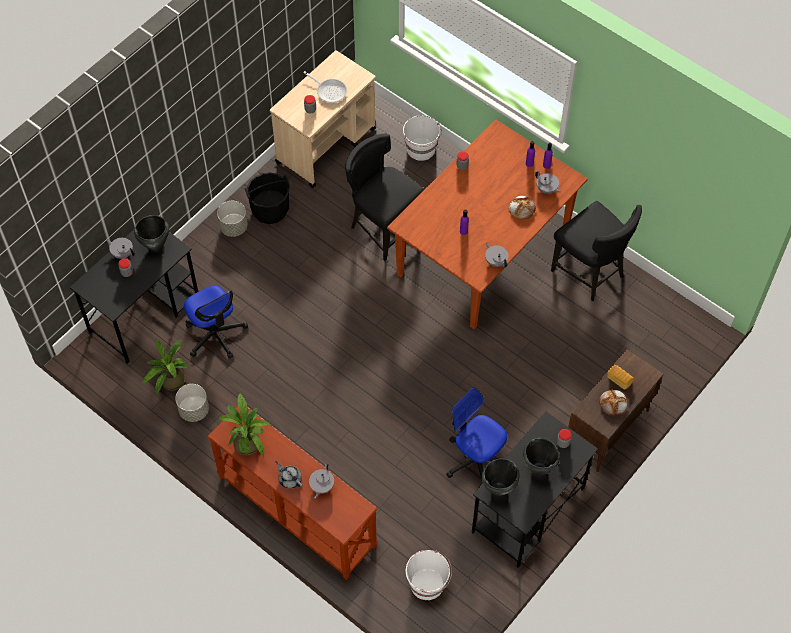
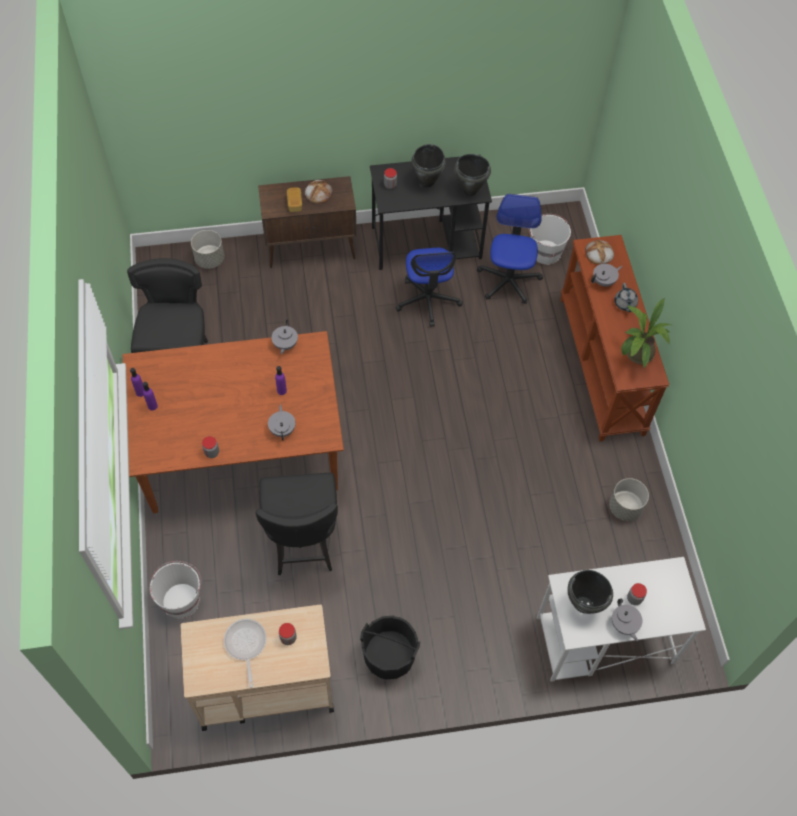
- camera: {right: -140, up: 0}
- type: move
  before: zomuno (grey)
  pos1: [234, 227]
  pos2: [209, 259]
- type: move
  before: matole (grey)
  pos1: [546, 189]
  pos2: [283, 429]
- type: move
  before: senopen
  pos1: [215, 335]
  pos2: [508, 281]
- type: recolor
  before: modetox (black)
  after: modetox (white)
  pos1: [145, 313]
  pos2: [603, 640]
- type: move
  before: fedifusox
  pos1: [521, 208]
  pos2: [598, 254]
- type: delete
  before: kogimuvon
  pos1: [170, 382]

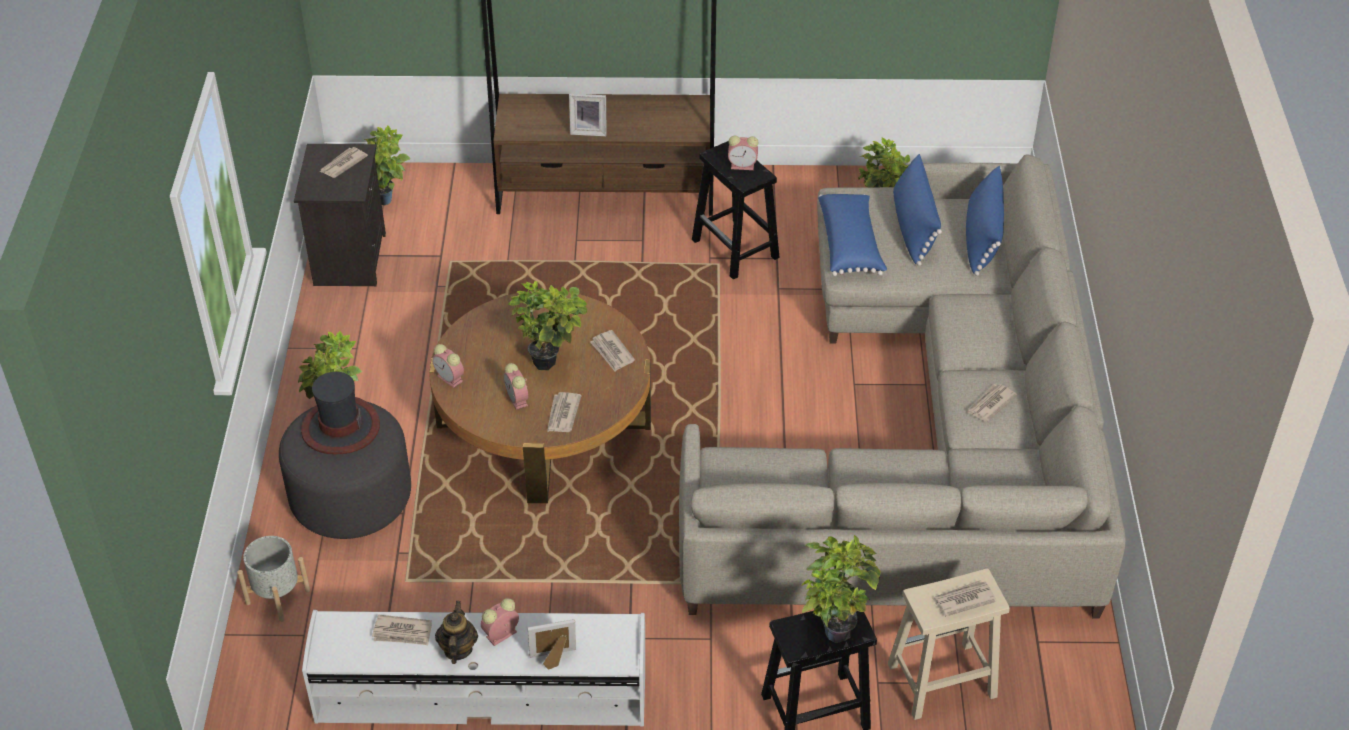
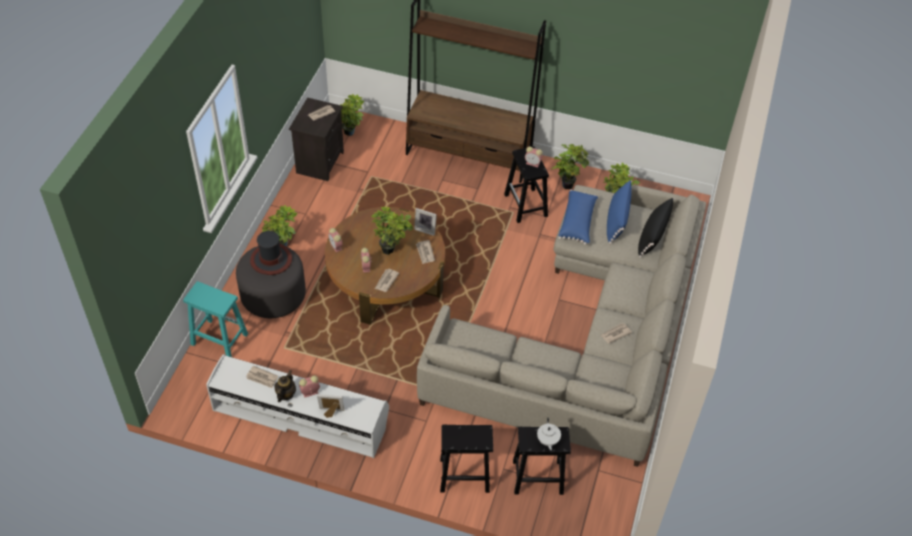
- camera: {right: 15, up: 5}
- type: replace
  before: zomuno (grey)
  after: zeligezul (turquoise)
  pos1: [278, 597]
  pos2: [218, 339]
- type: move
  before: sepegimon
  pos1: [589, 130]
  pos2: [426, 229]
- type: recolor
  before: zeligezul (beige)
  after: zeligezul (black)
  pos1: [940, 681]
  pos2: [537, 477]
- type: replace
  before: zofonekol
  after: matole (white)
  pos1: [963, 600]
  pos2: [547, 440]
- type: move
  before: kogimuvon
  pos1: [834, 626]
  pos2: [567, 183]
- type: recolor
  before: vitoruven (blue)
  after: vitoruven (black)
  pos1: [982, 237]
  pos2: [652, 235]

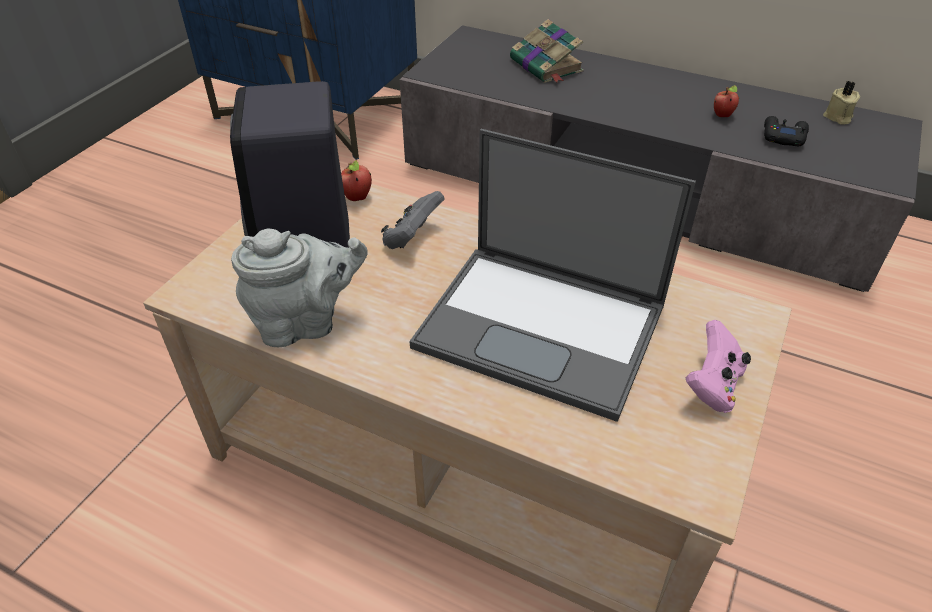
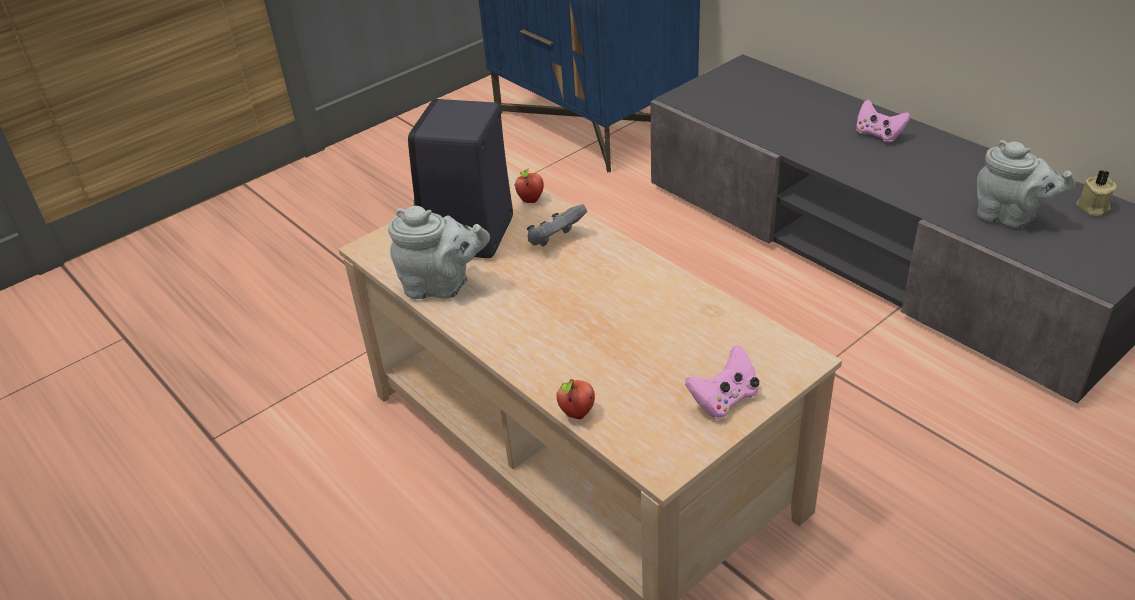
- camera: {right: 25, up: -5}
- type: move
  before: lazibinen
  pos1: [723, 116]
  pos2: [577, 415]
- type: insert
  after: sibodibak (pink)
  pos2: [878, 134]
- type: replace
  before: sibodibak (black)
  after: matole (grey)
  pos1: [783, 136]
  pos2: [1010, 217]
- type: delete
  before: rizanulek
  pos1: [544, 326]
- type: delete
  before: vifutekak
  pos1: [547, 66]

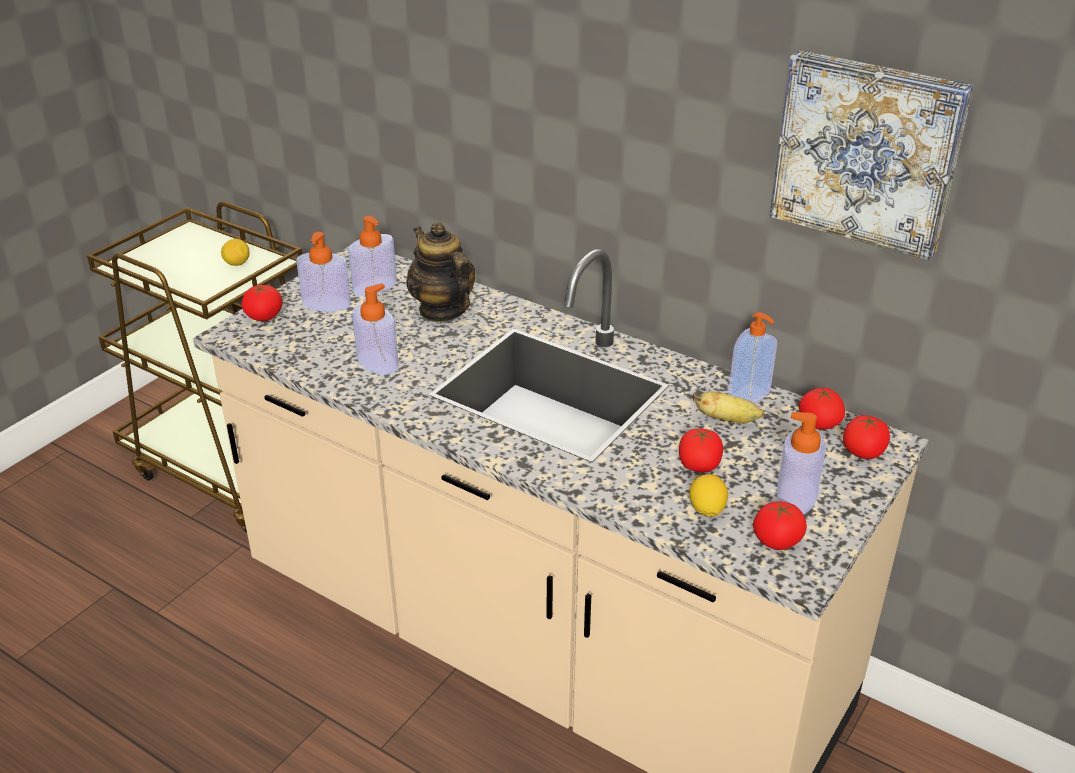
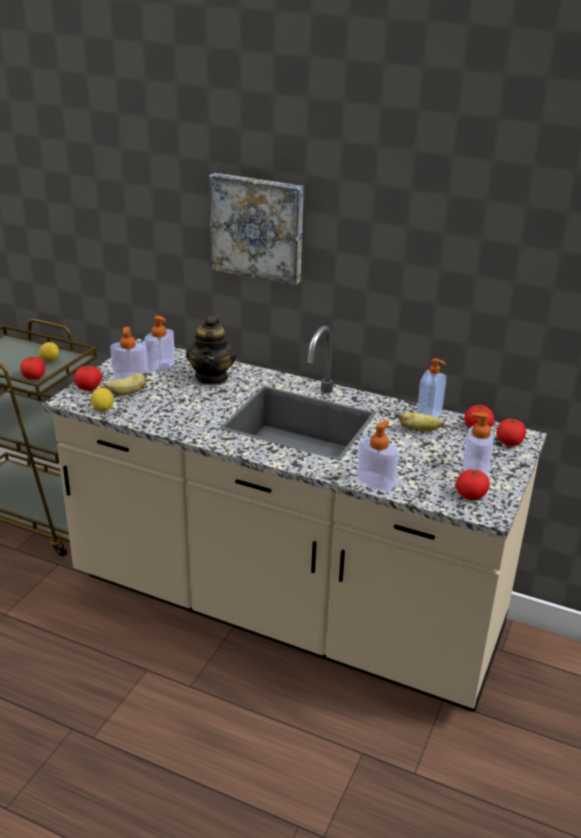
- camera: {right: -10, up: -5}
- type: move
  before: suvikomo
  pos1: [699, 465]
  pos2: [34, 377]
- type: move
  before: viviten
  pos1: [707, 510]
  pos2: [103, 409]
- type: insert
  after: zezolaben
  pos2: [127, 393]
- type: rotate
  before: matole
  pos1: [442, 310]
  pos2: [212, 377]
  turn: -135
- type: move
  before: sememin
  pos1: [868, 151]
  pos2: [258, 227]
- type: move
  before: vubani
  pos1: [377, 362]
  pos2: [375, 481]

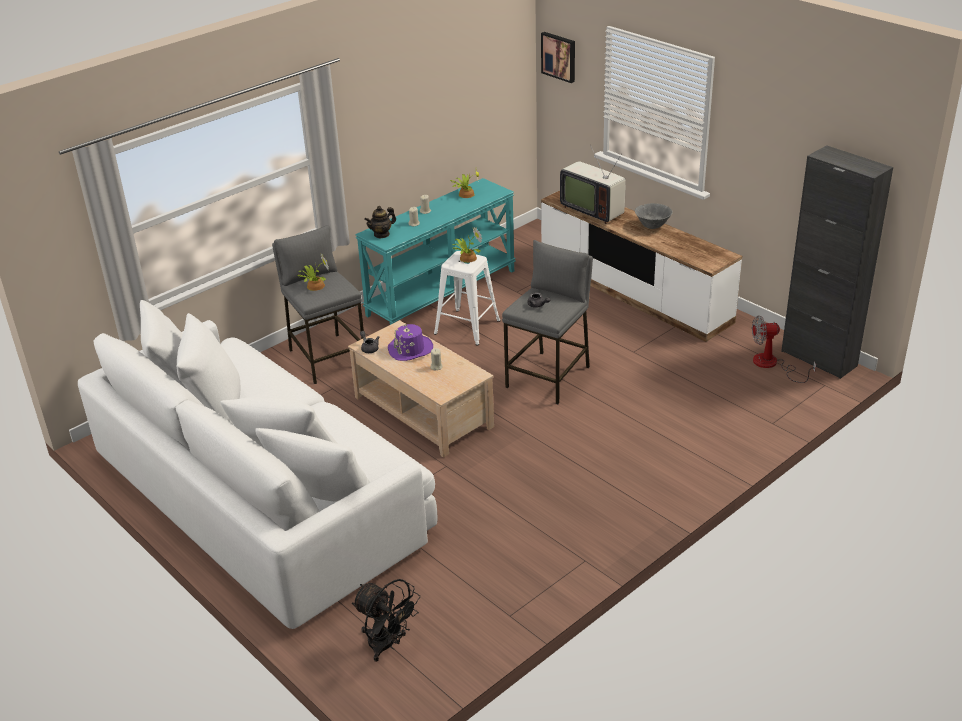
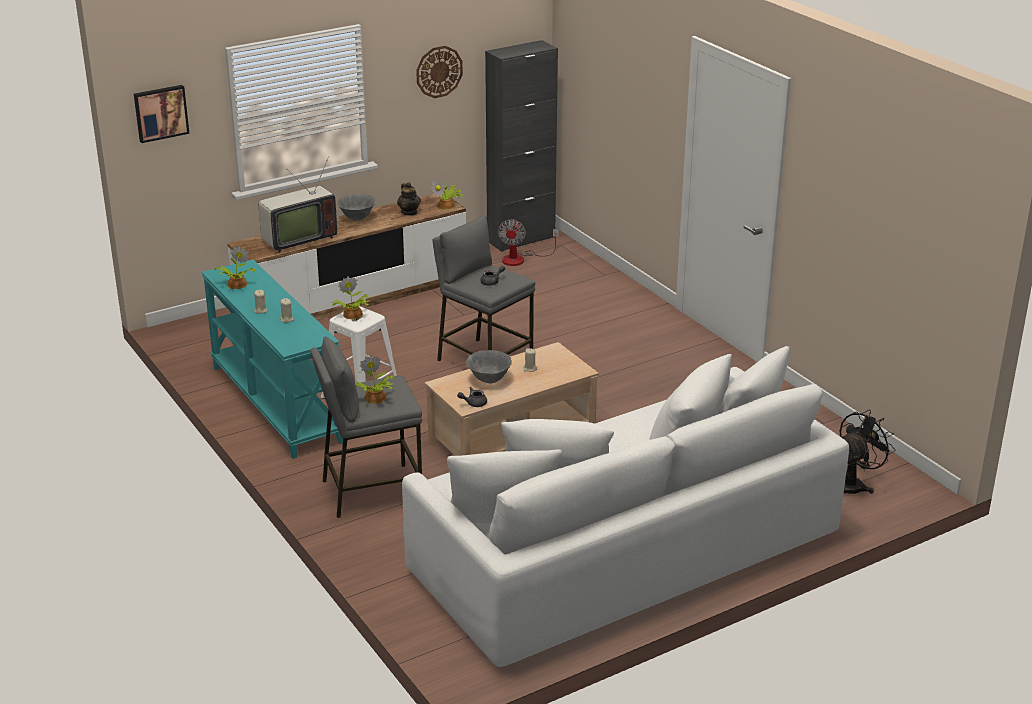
- camera: {right: -80, up: -5}
- type: move
  before: matole
  pos1: [381, 234]
  pos2: [409, 212]
- type: insert
  after: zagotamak
  pos2: [439, 71]
- type: insert
  after: kogimuvon
  pos2: [447, 205]
- type: replace
  before: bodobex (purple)
  after: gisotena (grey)
  pos1: [410, 349]
  pos2: [489, 380]

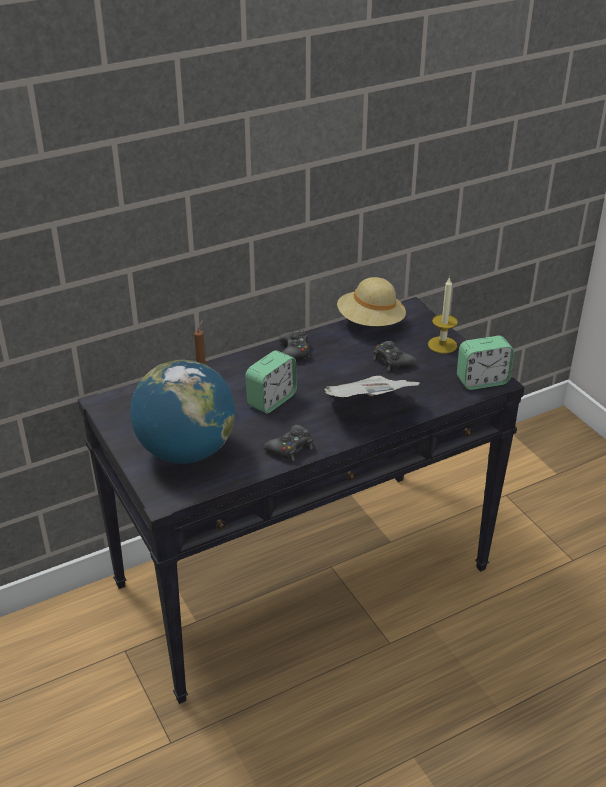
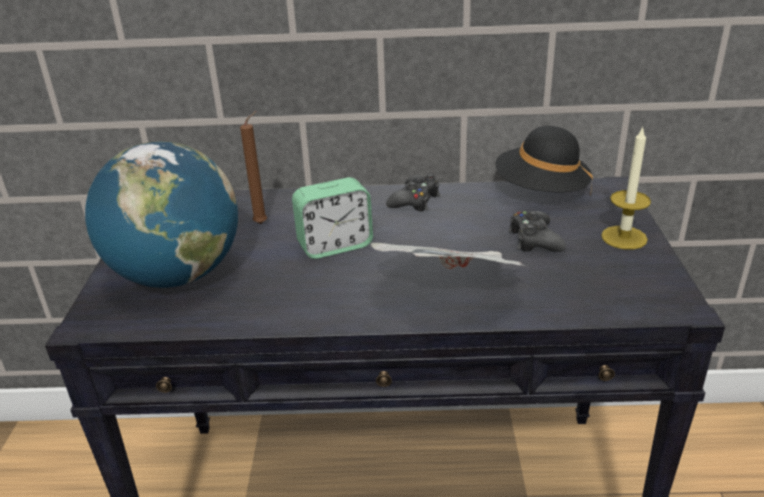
- camera: {right: 30, up: -5}
- type: recolor
  before: bodobex (beige)
  after: bodobex (black)
  pos1: [370, 323]
  pos2: [541, 191]
- type: delete
  before: sibodibak (black)
  pos1: [290, 448]
- type: delete
  before: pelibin
  pos1: [482, 381]

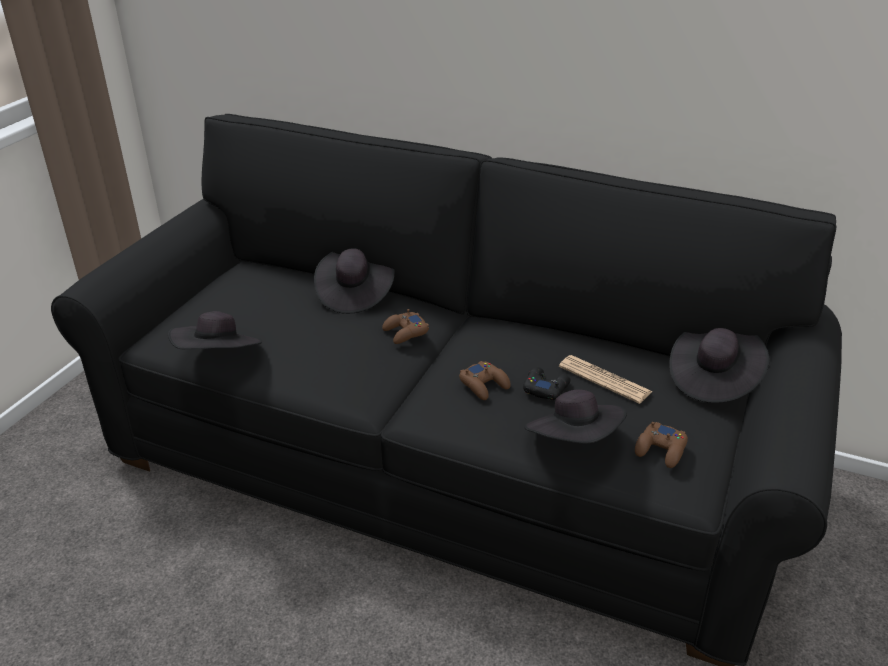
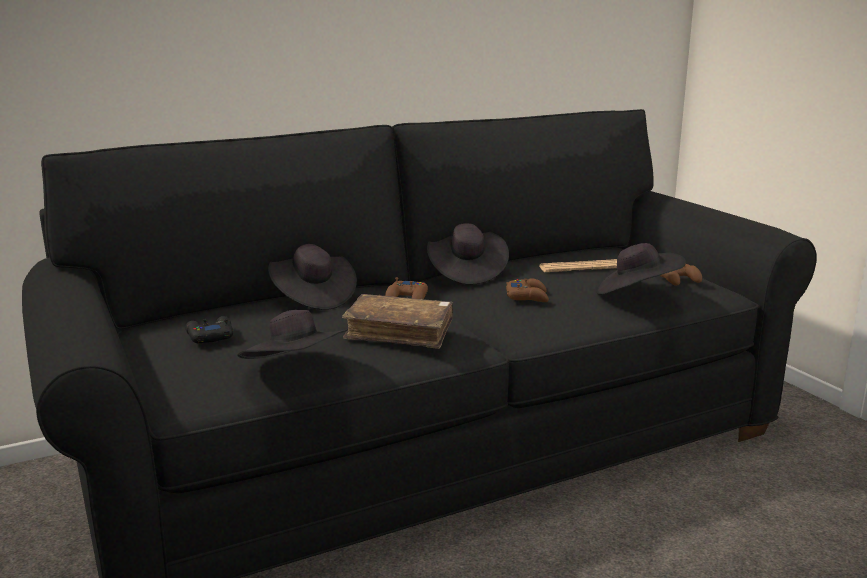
- camera: {right: -50, up: -15}
- type: move
  before: sibodibak (black)
  pos1: [545, 388]
  pos2: [209, 336]
- type: insert
  after: vifutekak (brown)
  pos2: [399, 332]
- type: move
  before: bodobex (black)
  pos1: [713, 379]
  pos2: [466, 272]

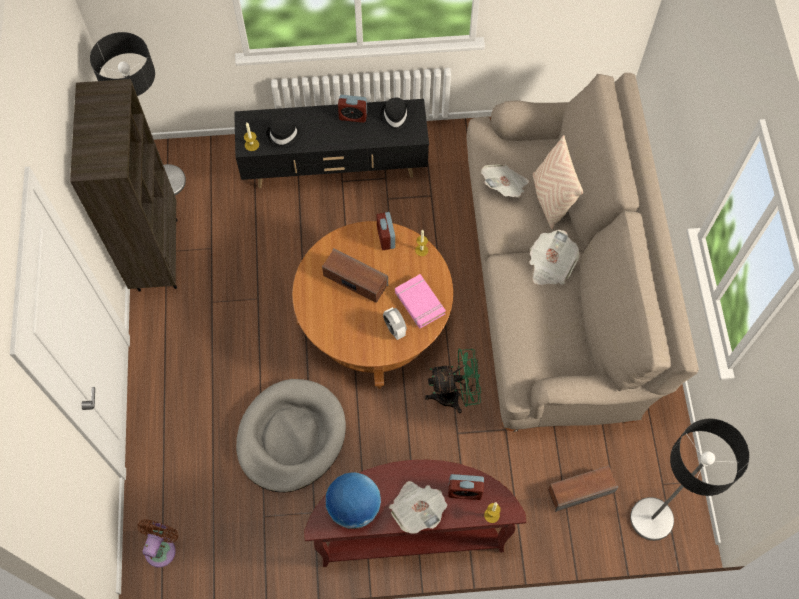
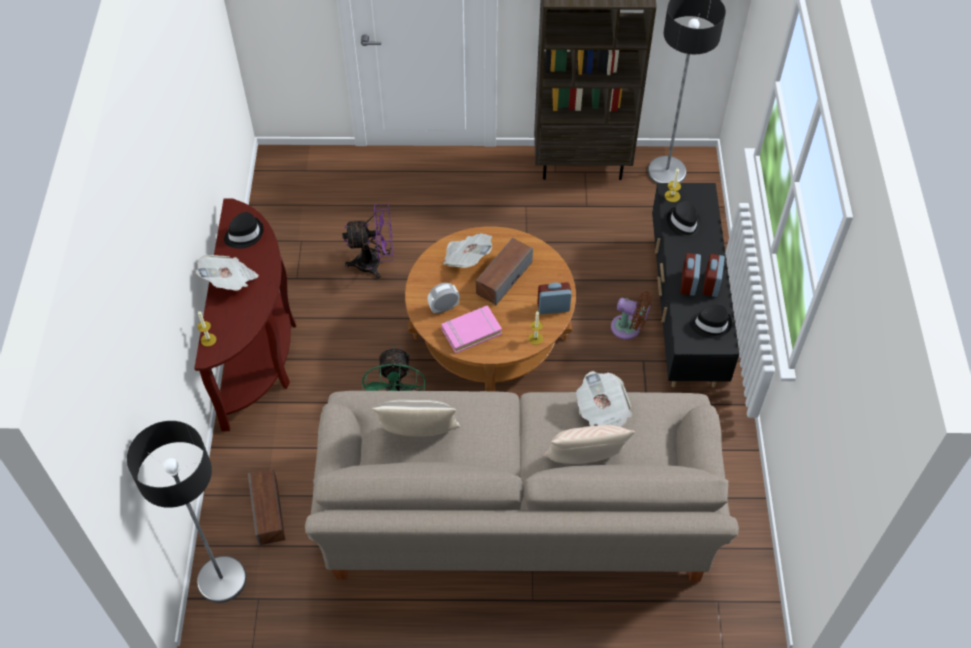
- camera: {right: 95, up: -10}
- type: replace
  before: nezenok
  after: bodobex (black)
  pos1: [354, 507]
  pos2: [244, 234]
- type: replace
  before: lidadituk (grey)
  after: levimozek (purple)
  pos1: [291, 436]
  pos2: [375, 263]
- type: insert
  after: vitoruven
  pos2: [419, 434]
- type: move
  before: zofonekol
  pos1: [550, 265]
  pos2: [467, 258]
- type: move
  before: levimozek (brown)
  pos1: [161, 548]
  pos2: [629, 328]
- type: move
  before: pelibin
  pos1: [464, 491]
  pos2: [688, 283]

